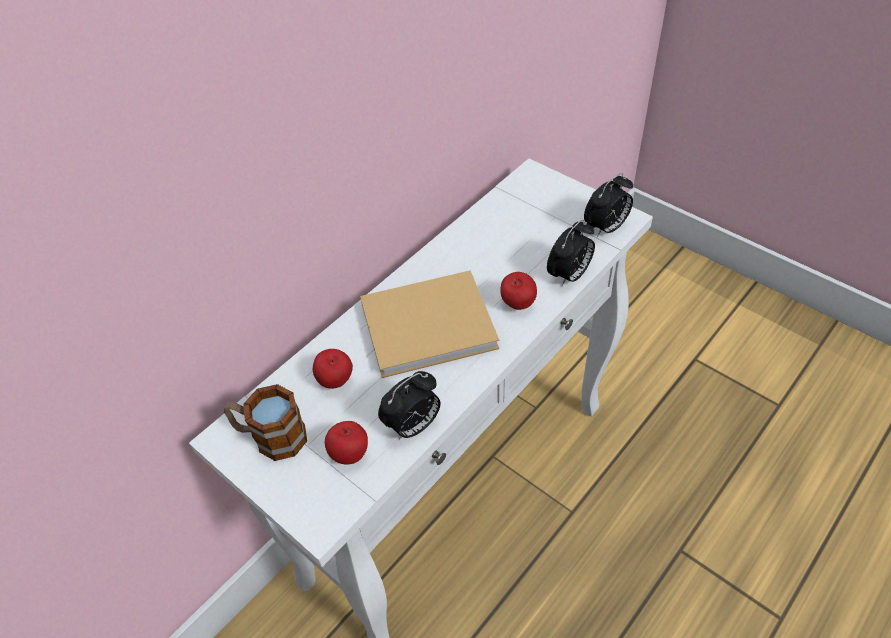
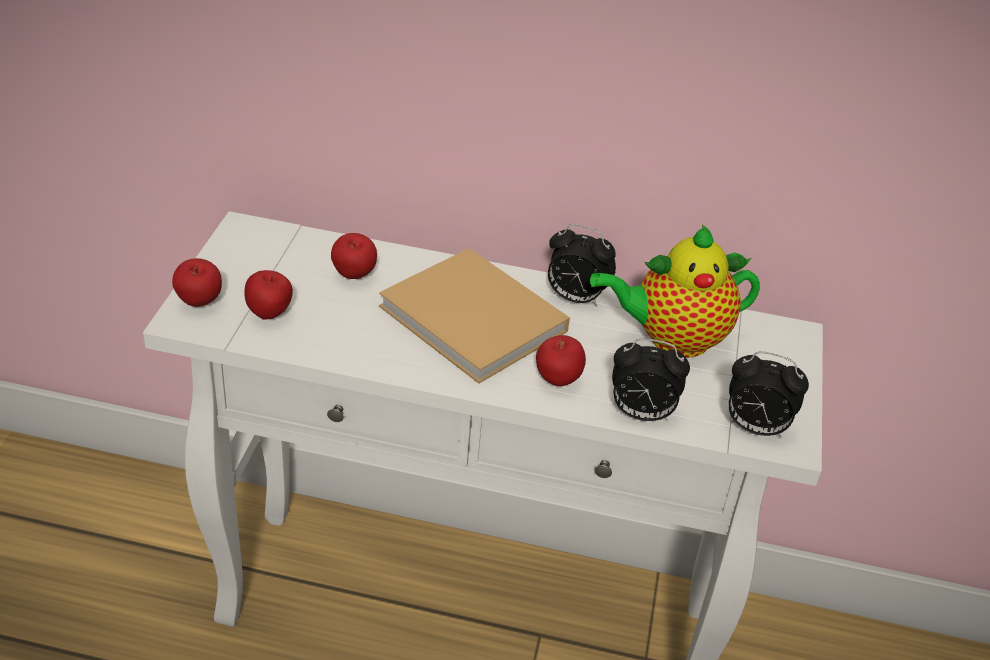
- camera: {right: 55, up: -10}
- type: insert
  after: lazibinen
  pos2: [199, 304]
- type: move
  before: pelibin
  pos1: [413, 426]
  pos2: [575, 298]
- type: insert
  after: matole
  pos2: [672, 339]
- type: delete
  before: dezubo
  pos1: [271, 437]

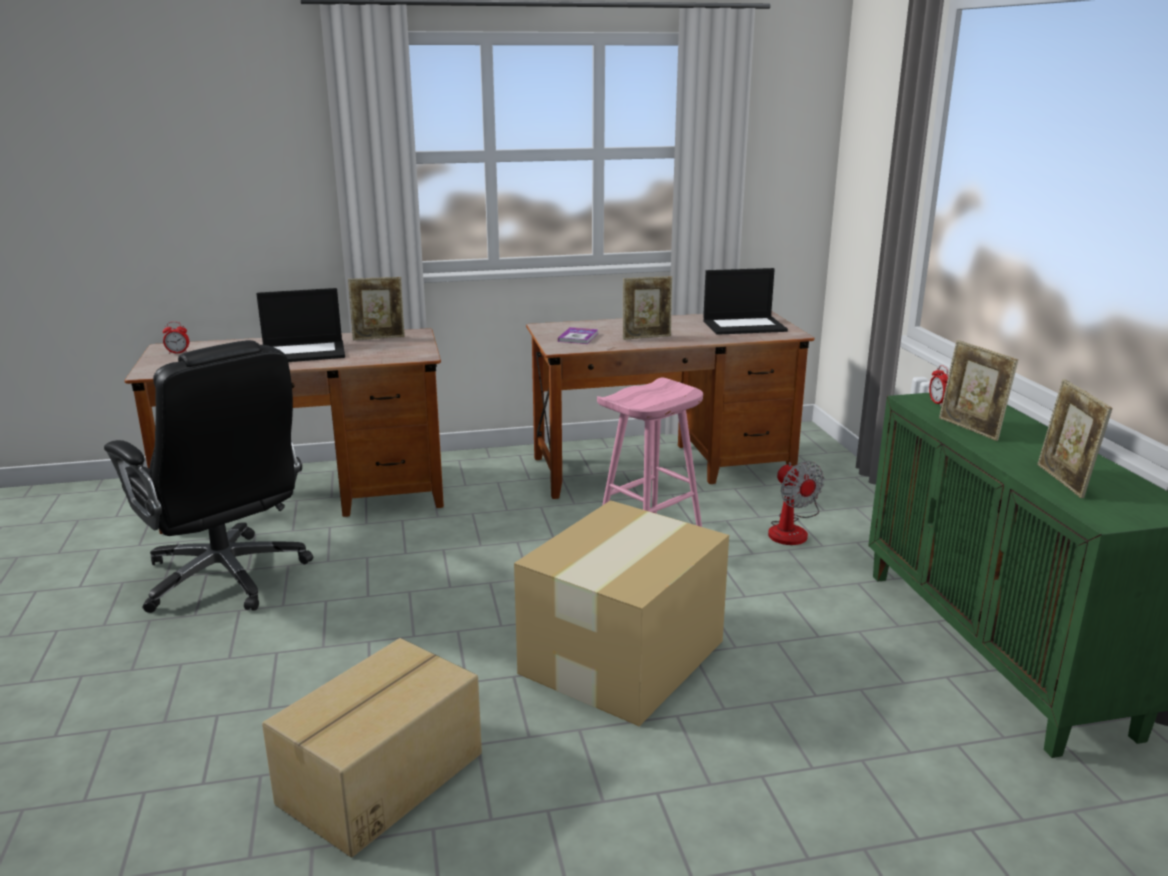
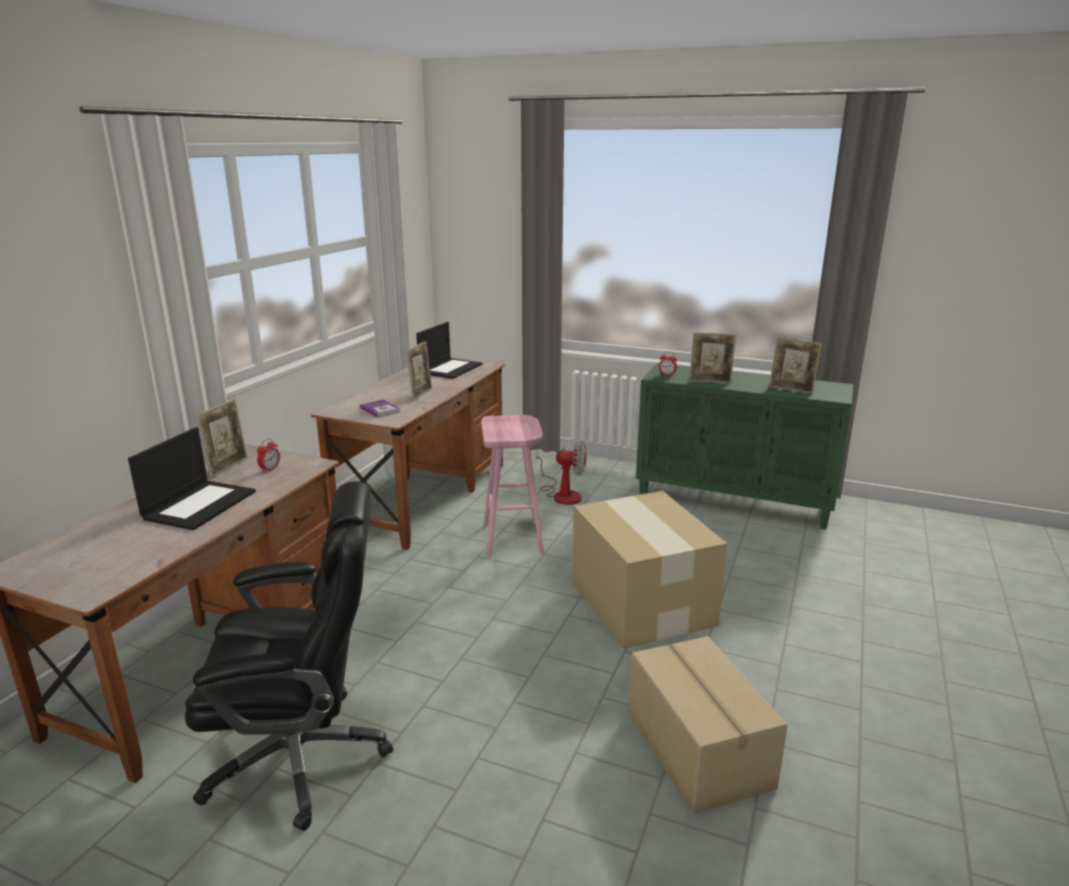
- camera: {right: -55, up: 0}
- type: move
  before: pelibin
  pos1: [178, 352]
  pos2: [270, 469]

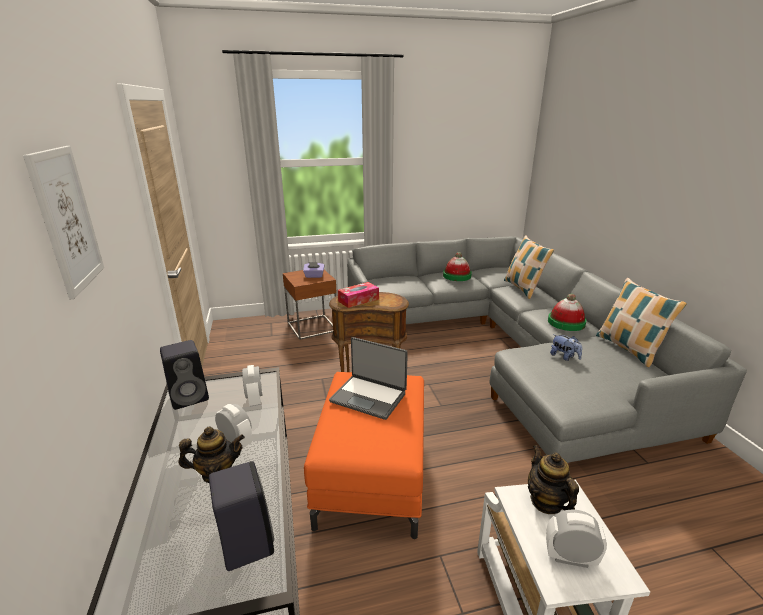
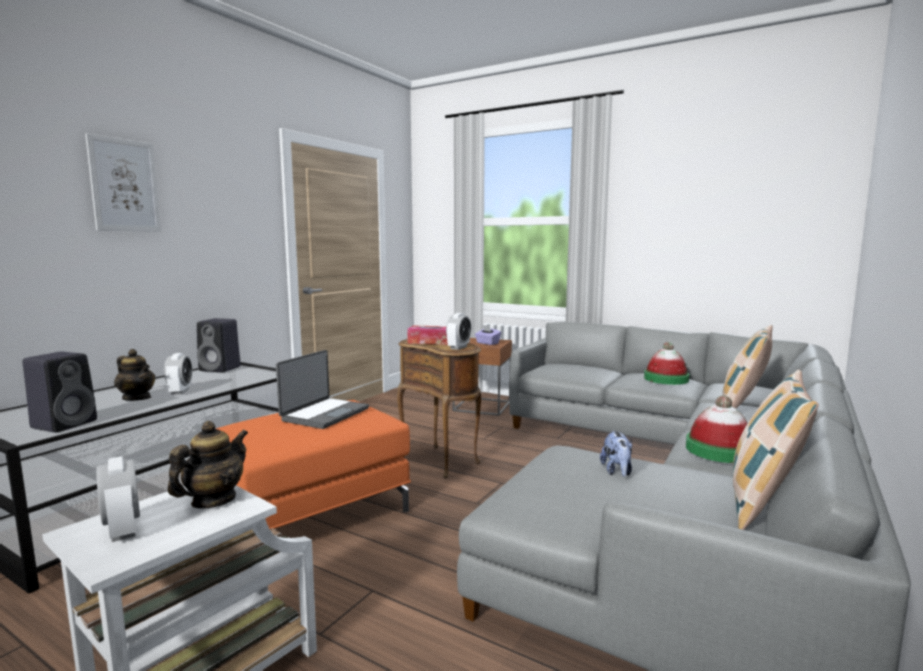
- camera: {right: 45, up: -15}
- type: rotate
  before: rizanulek
  pos1: [369, 397]
  pos2: [324, 414]
  turn: -135
- type: move
  before: pelibin
  pos1: [254, 399]
  pos2: [458, 347]

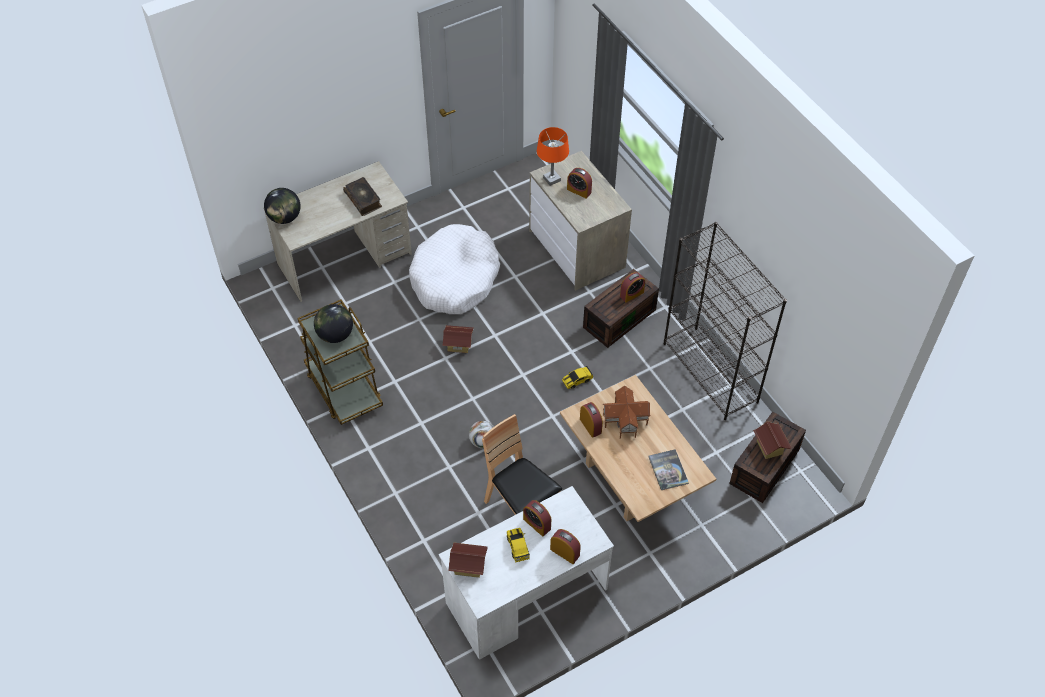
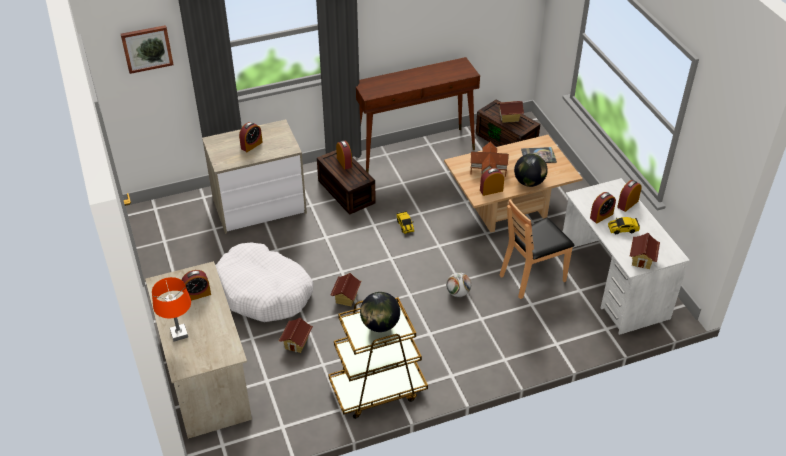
- camera: {right: -80, up: -10}
- type: insert
  after: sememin
  pos2: [147, 48]
- type: move
  before: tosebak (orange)
  pos1: [551, 179]
  pos2: [179, 334]
- type: replace
  before: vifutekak
  after: pelibin
  pos1: [363, 200]
  pos2: [197, 294]
- type: insert
  after: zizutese
  pos2: [297, 343]
- type: replace
  before: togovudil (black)
  after: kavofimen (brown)
  pos1: [711, 373]
  pos2: [415, 151]
- type: move
  before: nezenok
  pos1: [284, 218]
  pos2: [529, 182]

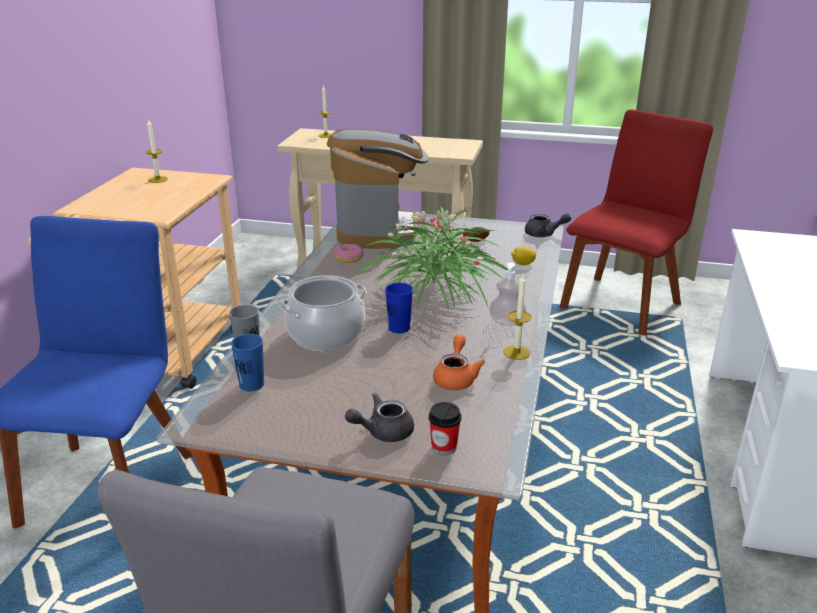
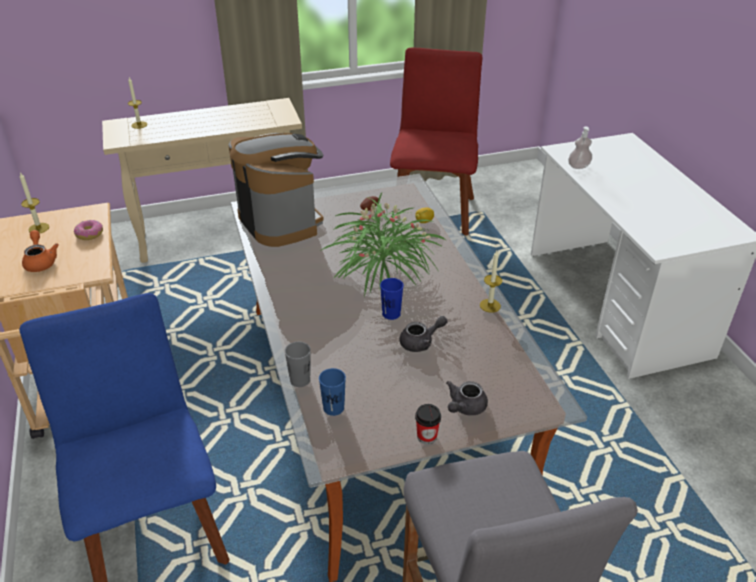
- camera: {right: -30, up: 10}
- type: move
  before: matole (orange)
  pos1: [456, 377]
  pos2: [41, 261]
- type: move
  before: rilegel
  pos1: [348, 258]
  pos2: [89, 234]
- type: move
  before: matole (grey)
  pos1: [544, 234]
  pos2: [421, 342]
- type: move
  before: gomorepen
  pos1: [444, 447]
  pos2: [427, 436]
- type: move
  before: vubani
  pos1: [507, 322]
  pos2: [578, 166]
- type: delete
  before: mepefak
  pos1: [325, 333]

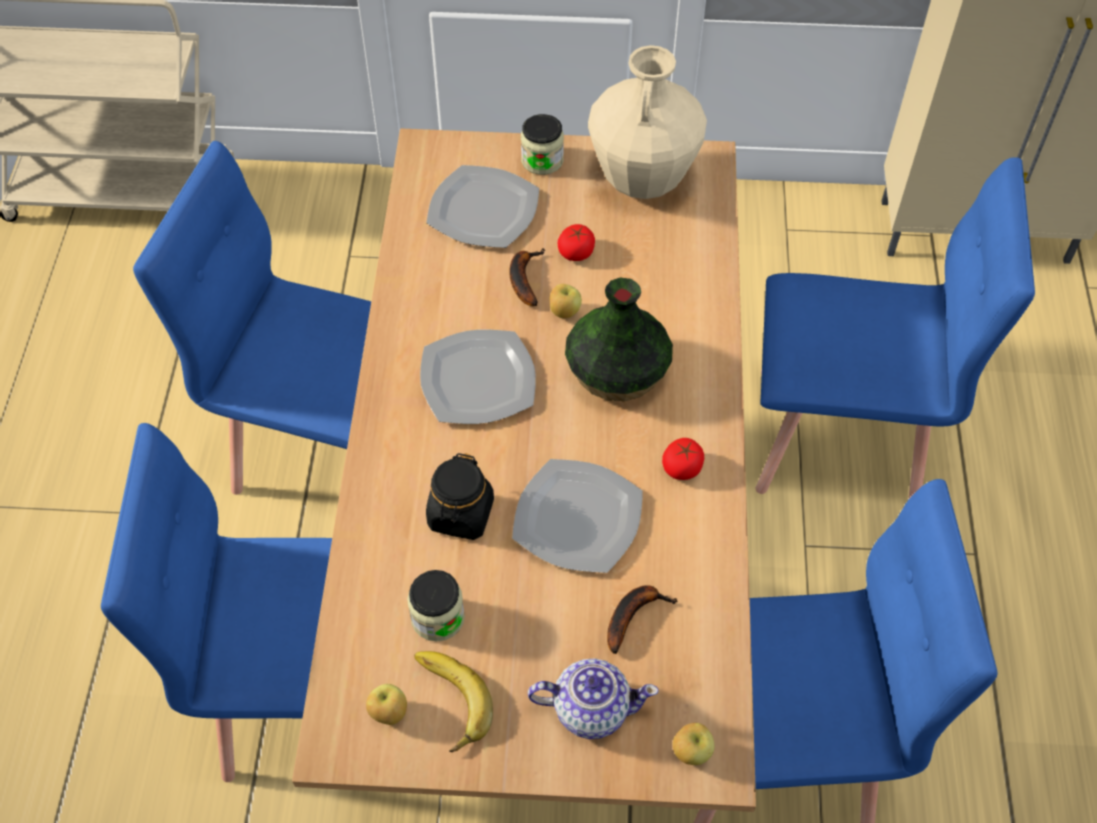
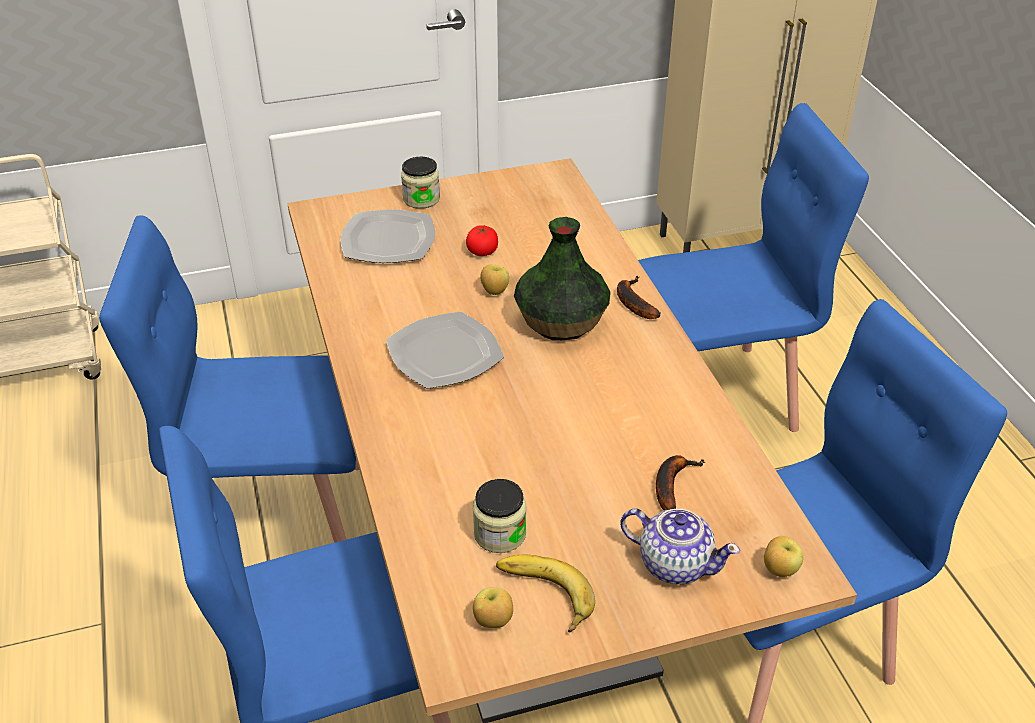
- camera: {right: -20, up: -15}
- type: move
  before: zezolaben
  pos1: [523, 278]
  pos2: [632, 302]
- type: rotate
  before: matole
  pos1: [590, 708]
  pos2: [674, 563]
  turn: 45
- type: delete
  before: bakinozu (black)
  pos1: [461, 514]
- type: delete
  before: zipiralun
  pos1: [576, 519]
- type: delete
  before: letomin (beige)
  pos1: [642, 181]
- type: delete
  before: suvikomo
  pos1: [682, 467]

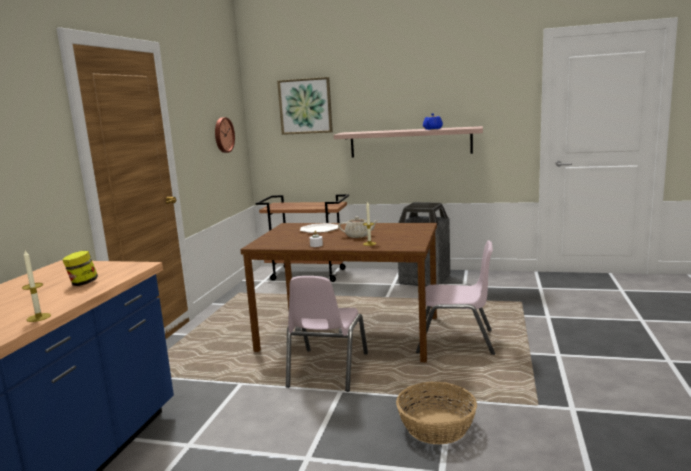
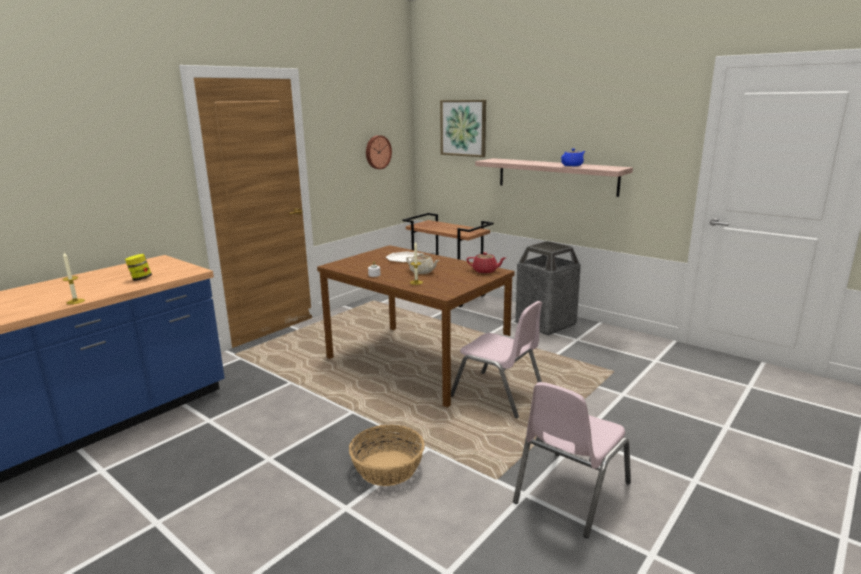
- camera: {right: 25, up: 5}
- type: insert
  after: matole (red)
  pos2: [485, 271]
- type: move
  before: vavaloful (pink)
  pos1: [327, 370]
  pos2: [570, 492]

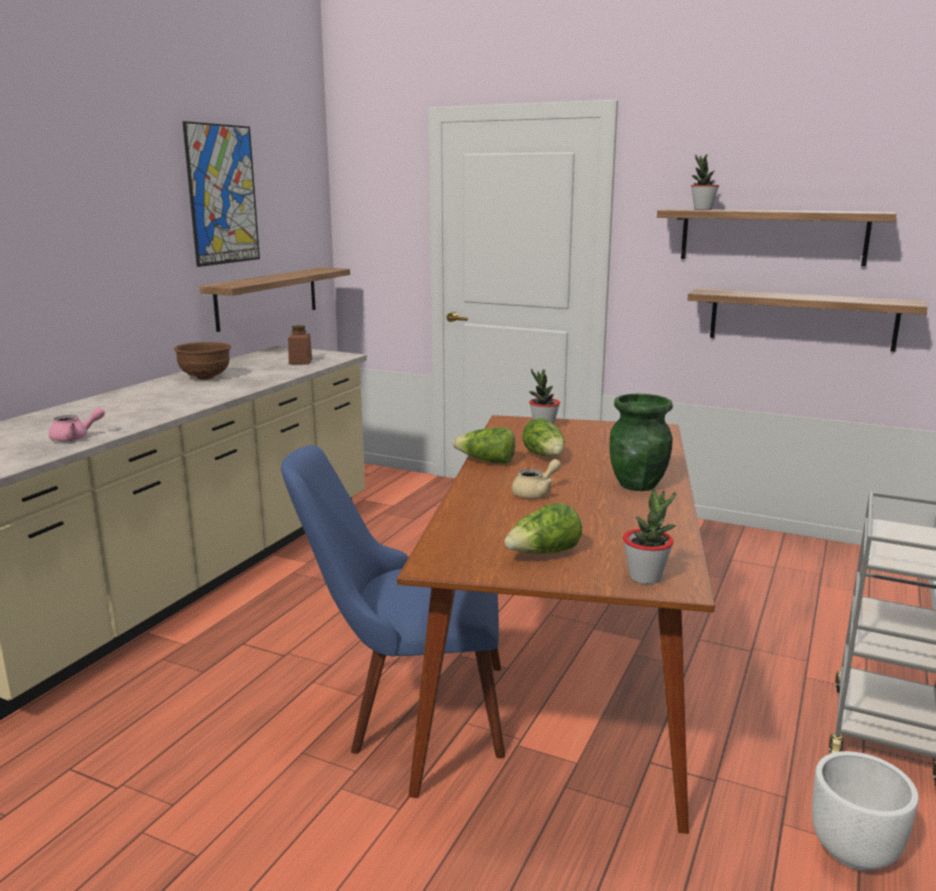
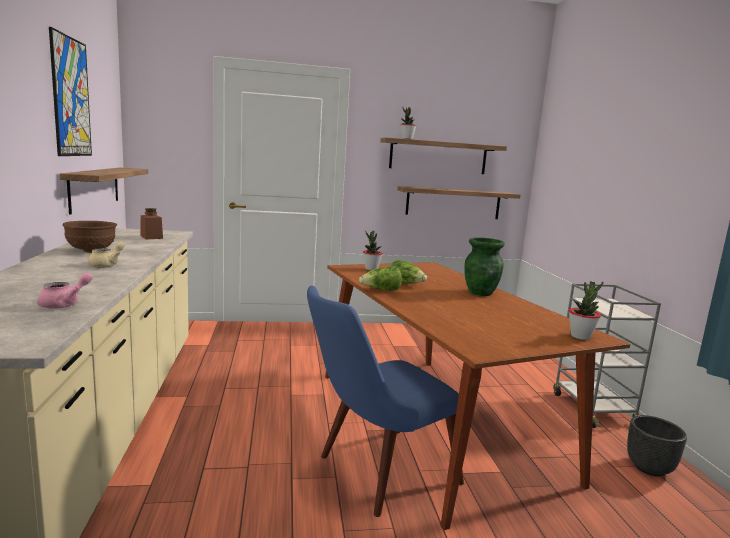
- camera: {right: -35, up: -5}
- type: move
  before: matole (beige)
  pos1: [536, 493]
  pos2: [107, 265]
- type: recolor
  before: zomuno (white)
  after: zomuno (black)
  pos1: [855, 852]
  pos2: [650, 468]
- type: delete
  before: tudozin
  pos1: [543, 553]

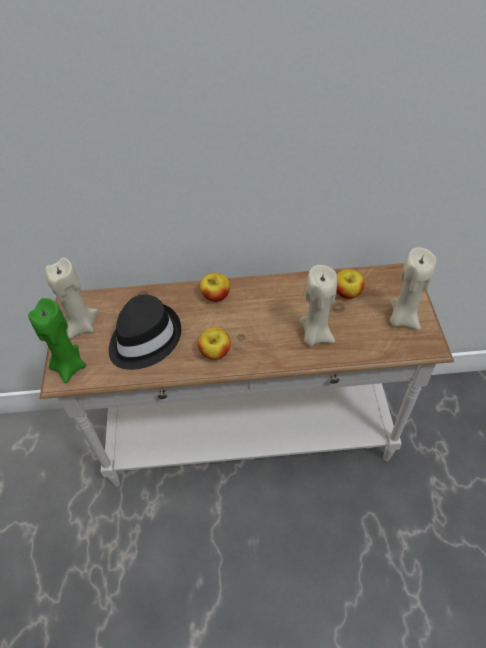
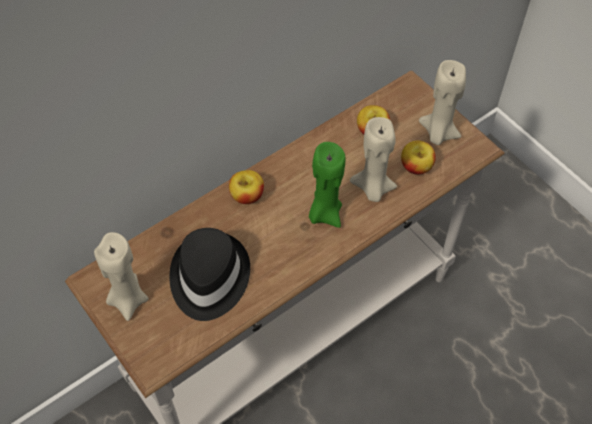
- camera: {right: -35, up: 5}
- type: move
  before: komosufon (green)
  pos1: [69, 366]
  pos2: [324, 213]
- type: move
  before: lazibinen
  pos1: [215, 352]
  pos2: [416, 167]

